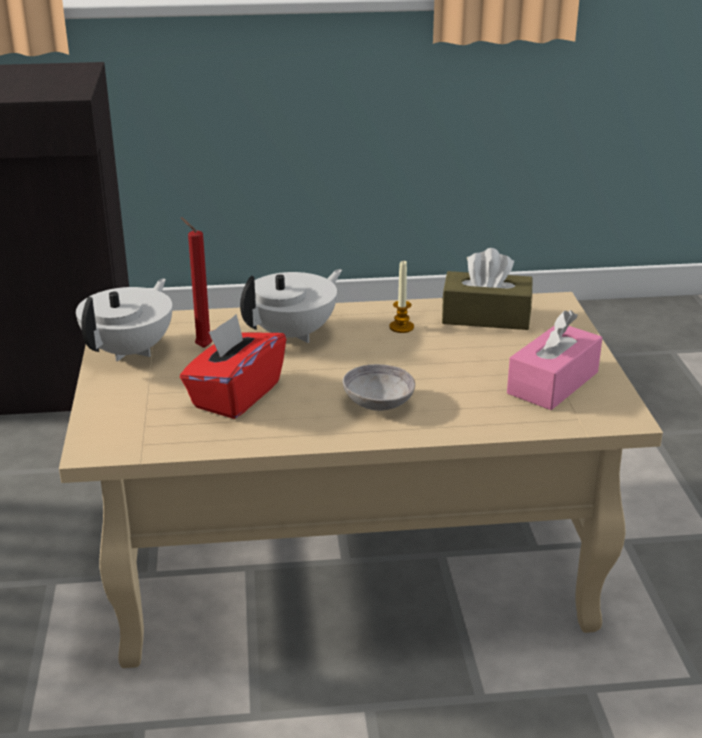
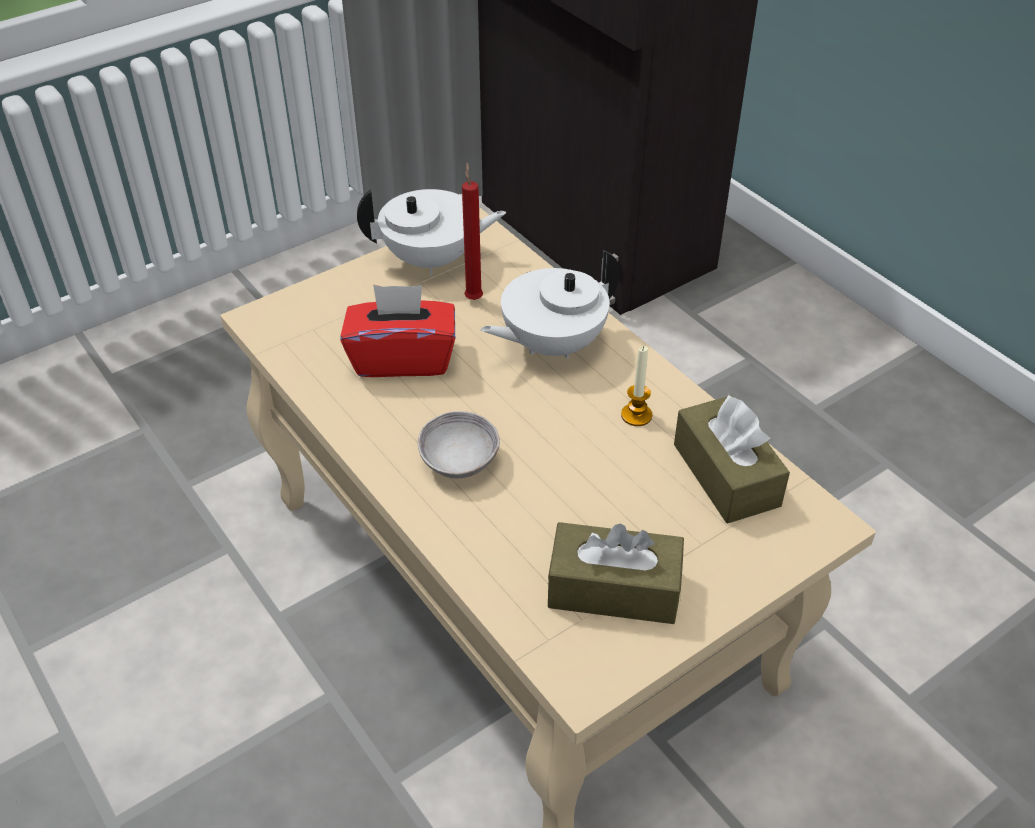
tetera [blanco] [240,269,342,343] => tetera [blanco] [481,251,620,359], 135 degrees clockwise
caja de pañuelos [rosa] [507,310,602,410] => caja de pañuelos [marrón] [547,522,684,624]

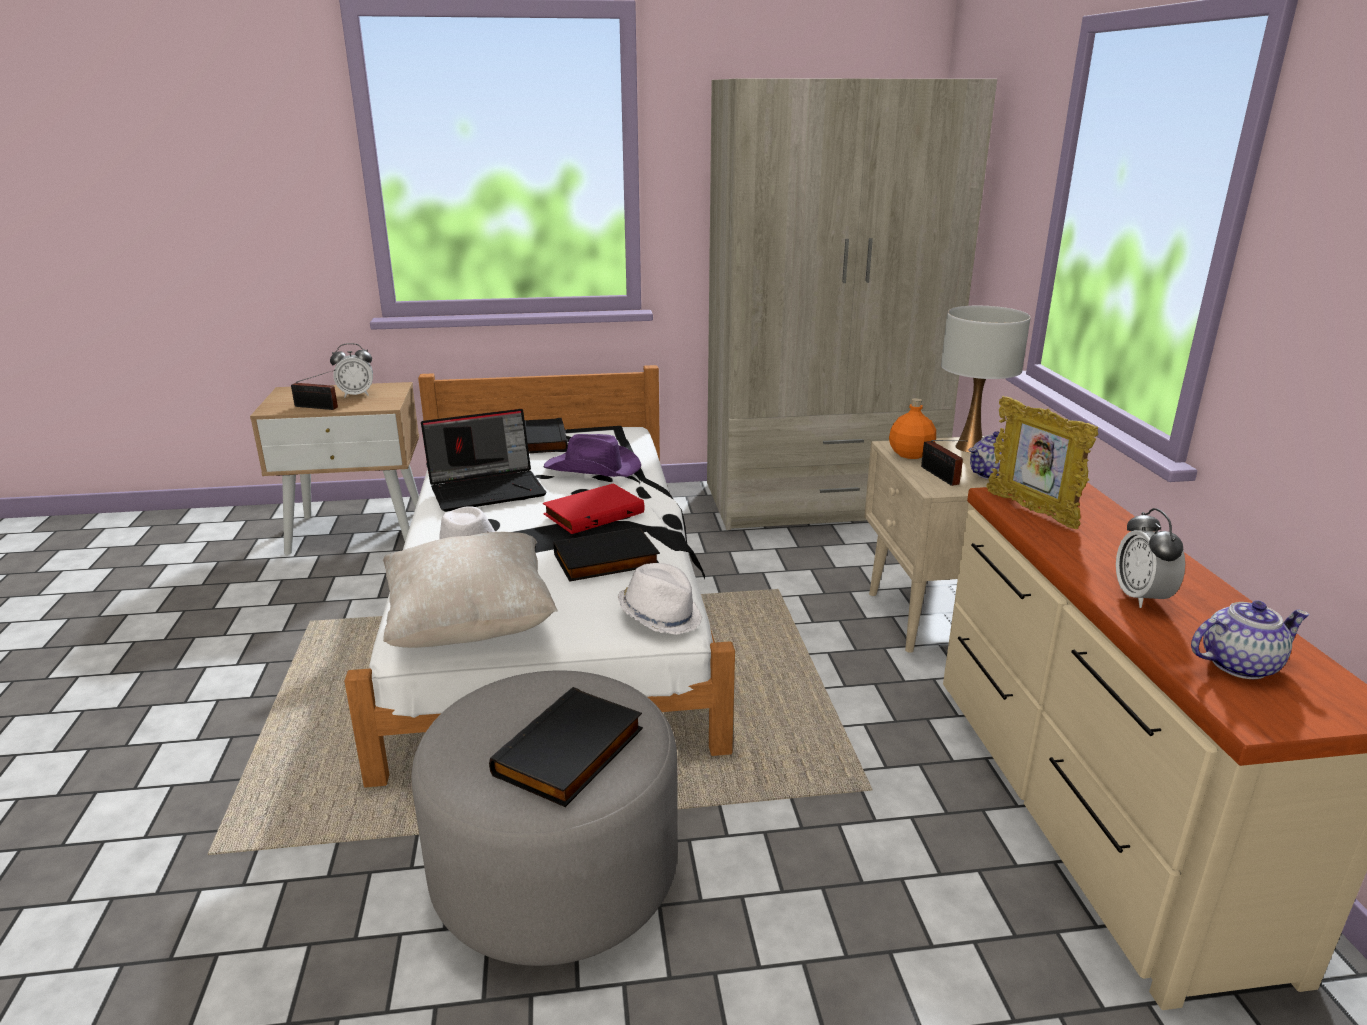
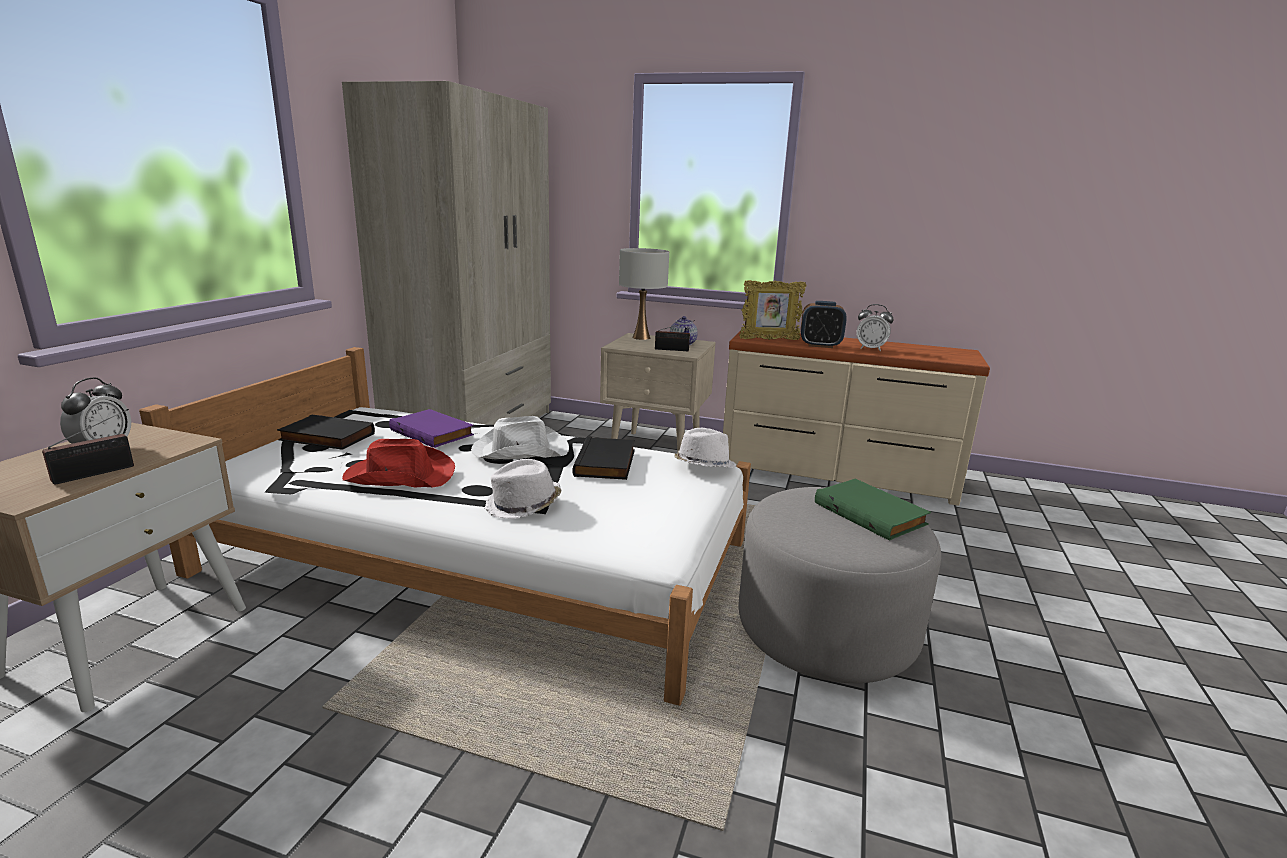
botella [naranja] [889,398,936,459] => nothing
portátil [421,409,546,512] => sombrero [rojo] [342,439,455,487]
sombrero [morado] [544,434,641,477] => libro [morado] [389,409,474,448]
libro [rojo] [543,483,644,534] => sombrero [blanco] [471,416,569,459]
cojín [beis] [383,532,558,648] => nothing
tetera [1191,601,1310,679] => nothing
libro [negro] [489,687,643,807] => libro [verde] [815,478,931,541]
nothing => despertador [801,301,847,348]

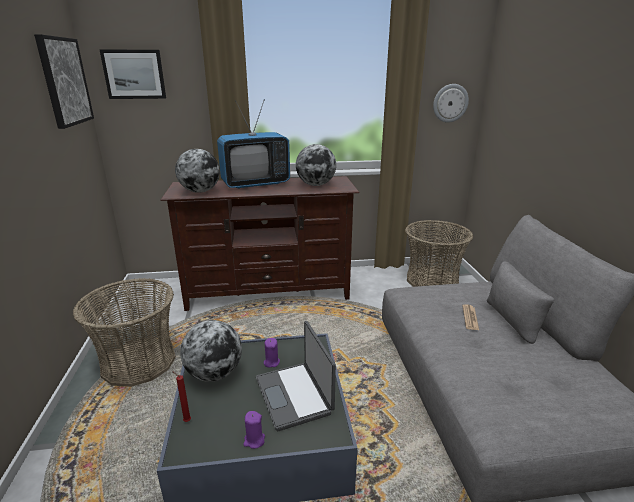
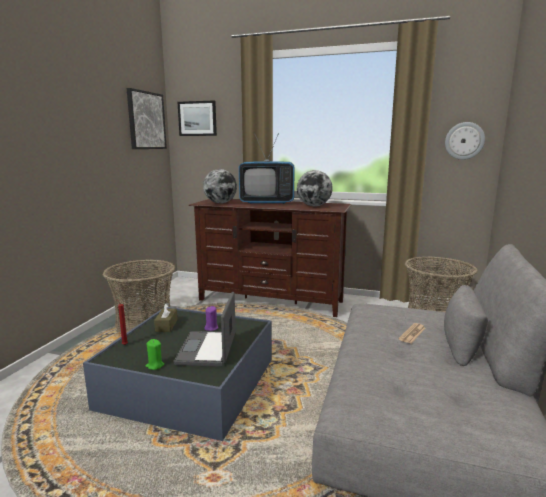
globo terráqueo [180,320,242,382] => caja de pañuelos [marrón] [154,303,178,332]
vela [morado] [244,411,265,449] => vela [verde] [146,339,164,370]

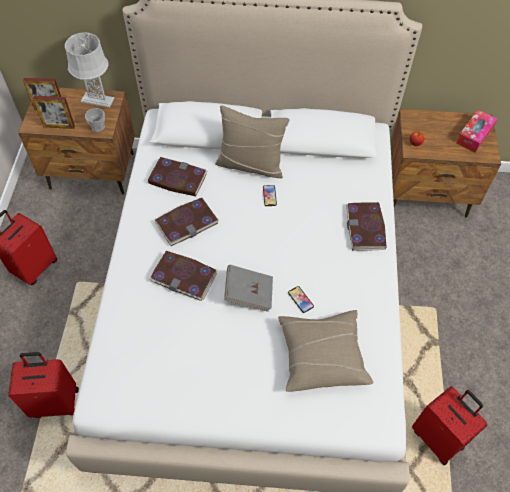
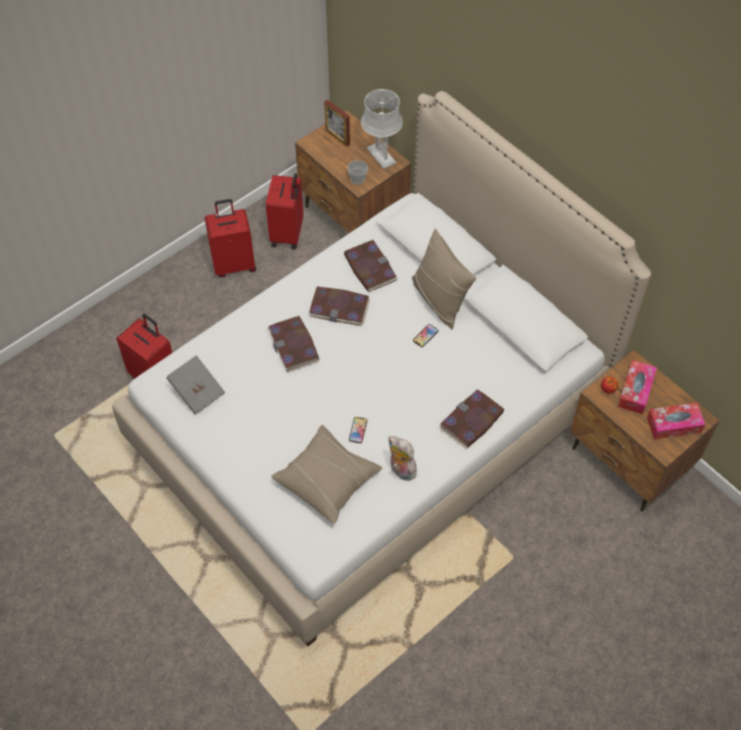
portarretratos [33,96,75,129] => nothing
libro [gris] [224,265,273,312] => libro [gris] [166,355,225,415], moved
maleta [rojo] [412,386,487,465] => maleta [rojo] [266,173,304,250], moved
nothing => caja de pañuelos [618,360,657,414]
nothing => peluche [389,436,417,481]

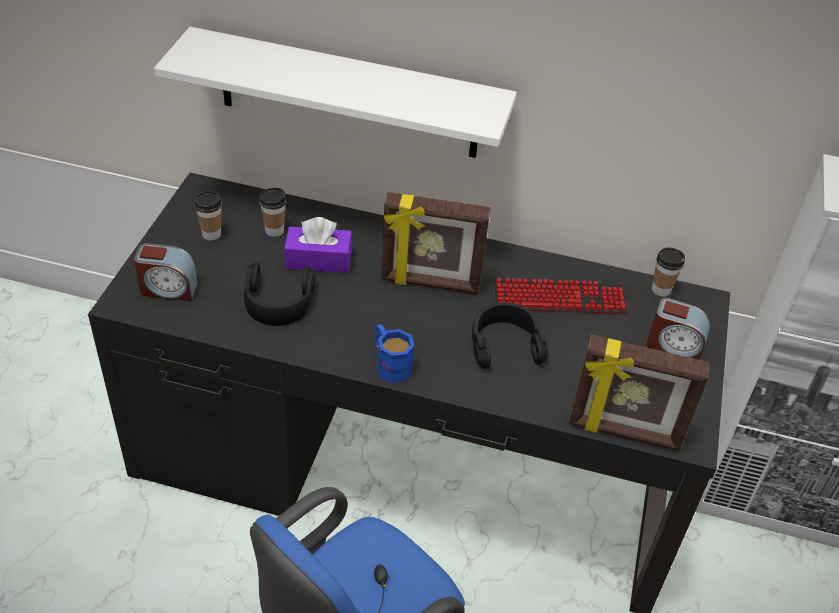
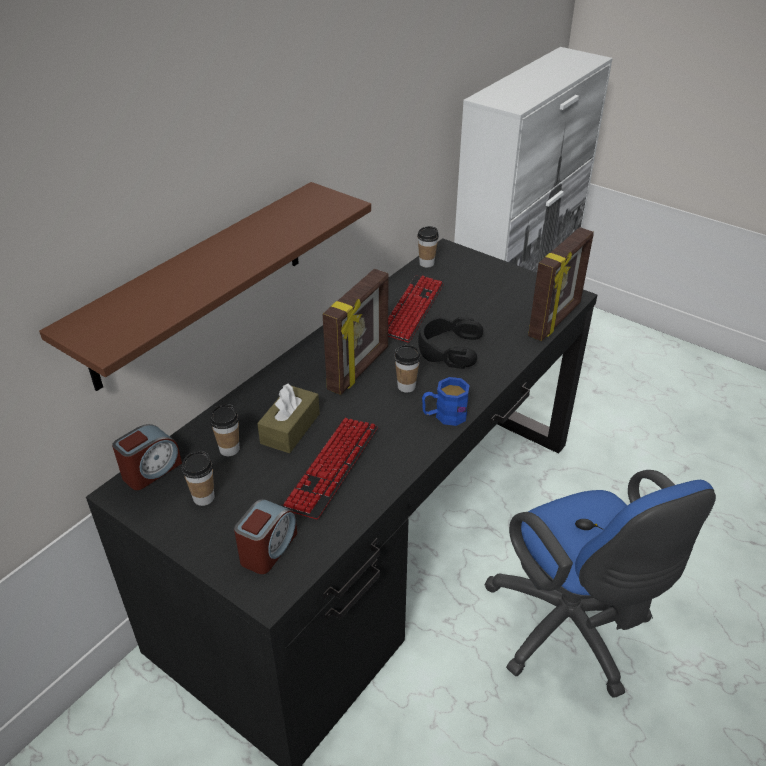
estante [blanco] [154,27,517,158] => estante [marrón] [39,182,371,391]
caja de pañuelos [morado] [284,217,352,273] => caja de pañuelos [marrón] [257,383,320,453]
auriculares [negro] [244,262,316,326] => teclado [282,418,378,519]
despertador [647,298,710,360] => despertador [112,424,182,490], moved
nothing => taza [394,345,421,393]

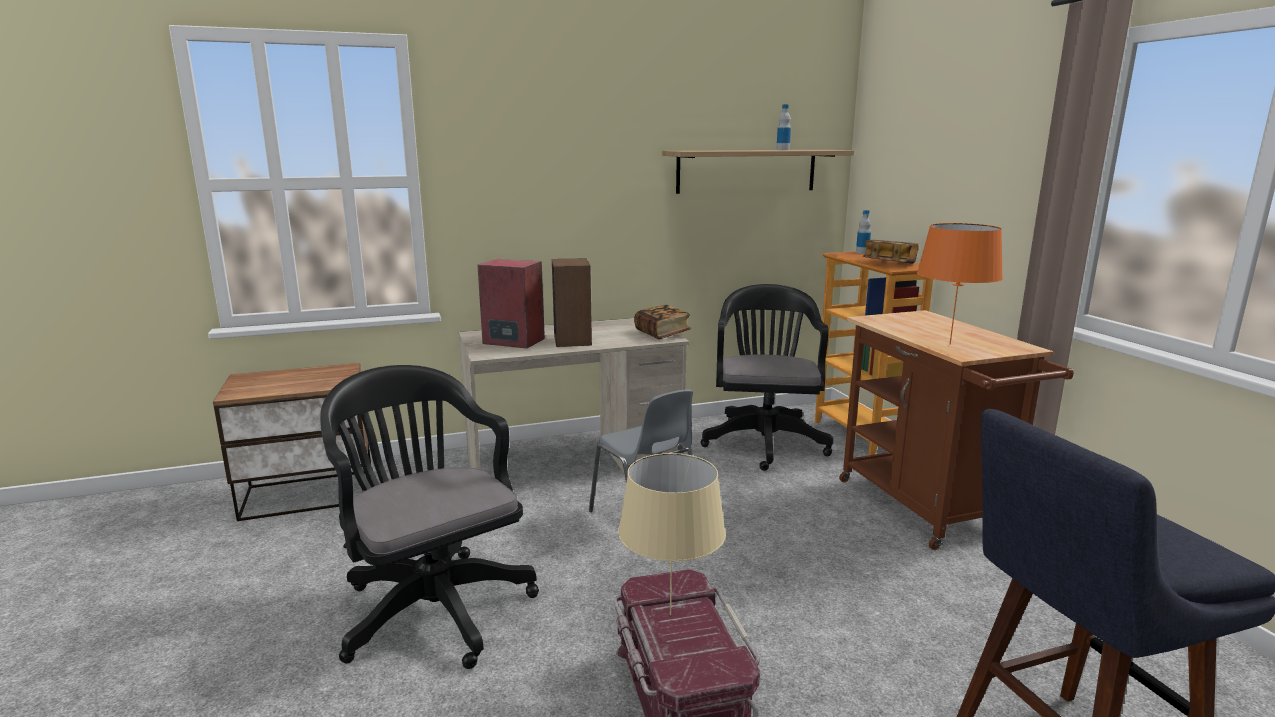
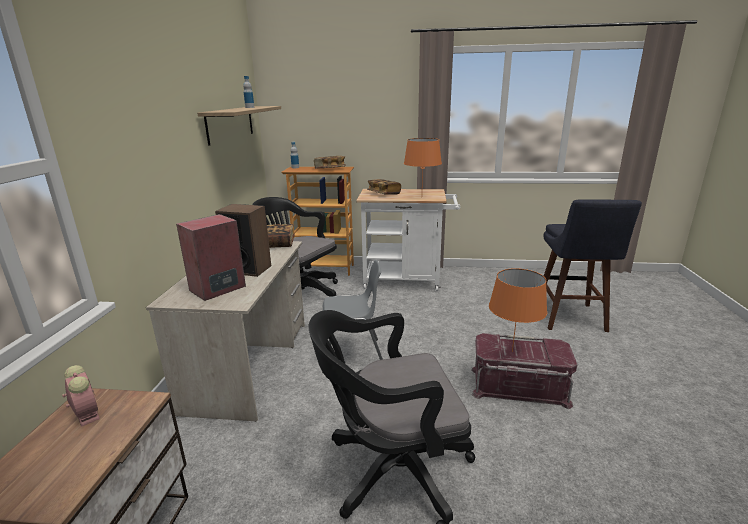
carrito [marrón] [839,310,1074,550] => carrito [blanco] [356,189,460,291]
lámpara de mesa [beis] [618,453,726,615] => lámpara de mesa [naranja] [489,268,547,352]
nothing => libro [367,179,401,195]
nothing => despertador [62,365,100,427]

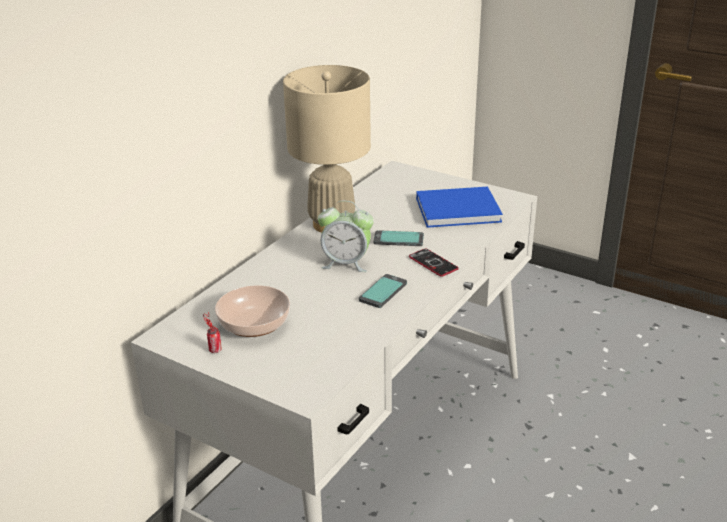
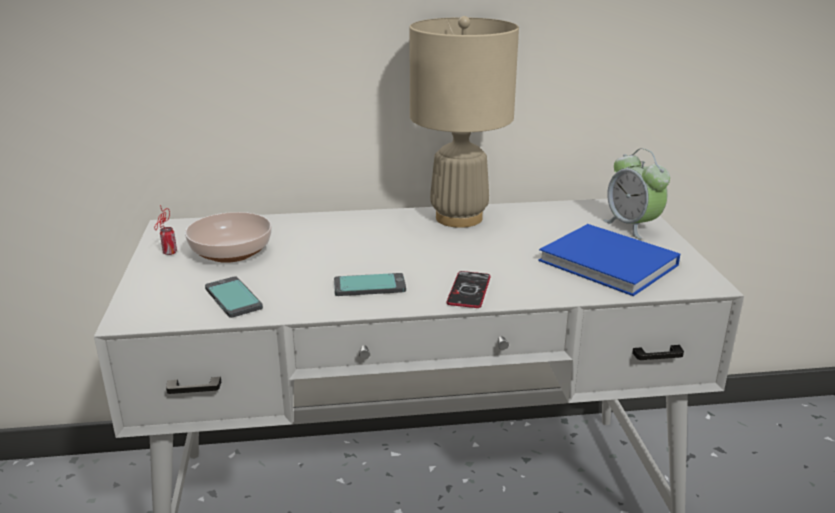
despertador [318,201,374,272] => despertador [603,148,670,239], moved
móvil [373,230,424,246] => móvil [205,277,263,318], moved

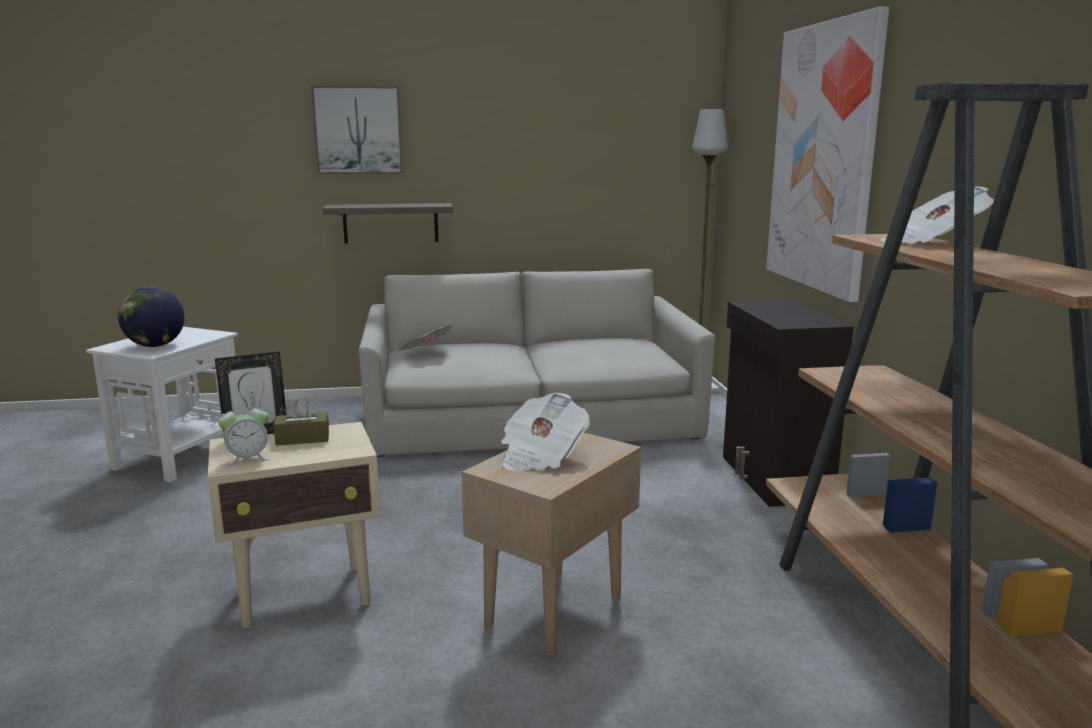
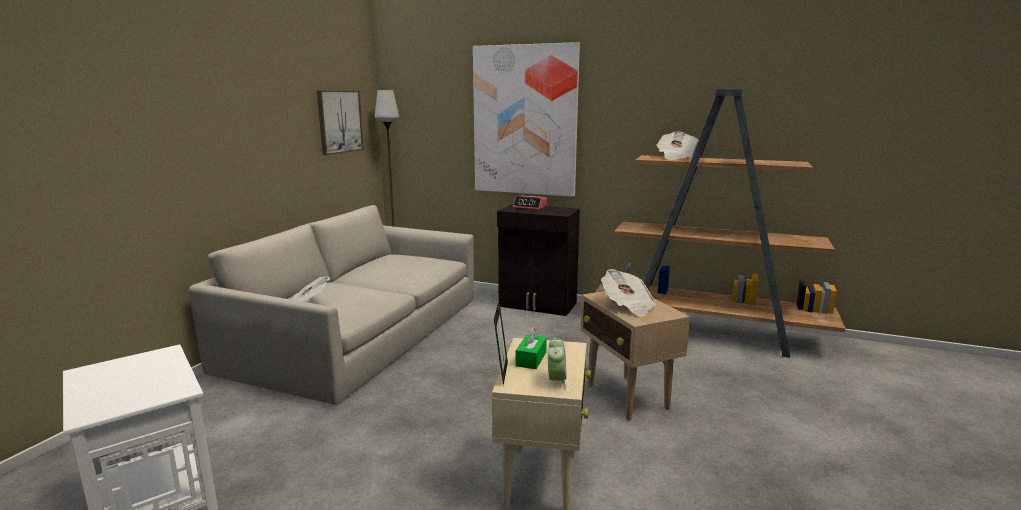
cuadro [311,86,403,174] => cuadro [317,90,364,155], moved
estante [323,203,453,243] => nothing
globo terráqueo [118,287,185,347] => nothing
caja de pañuelos [marrón] [274,399,329,446] => caja de pañuelos [verde] [516,328,547,369]
nothing => despertador [513,196,547,210]

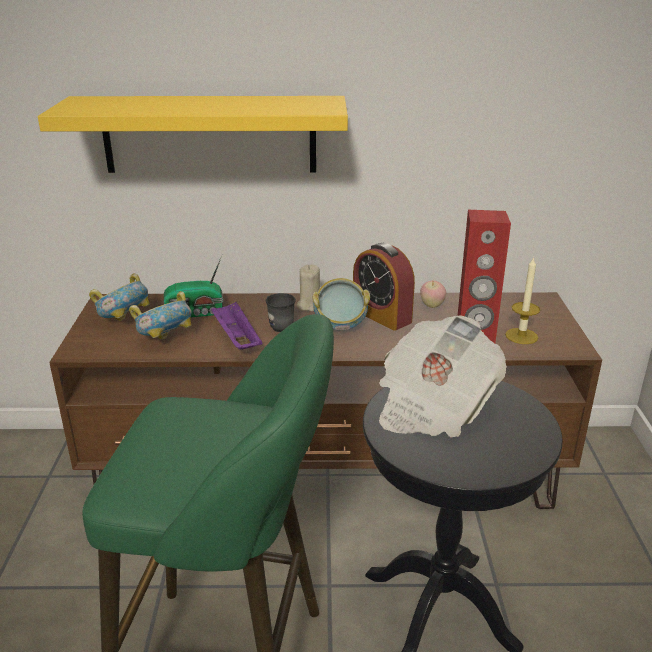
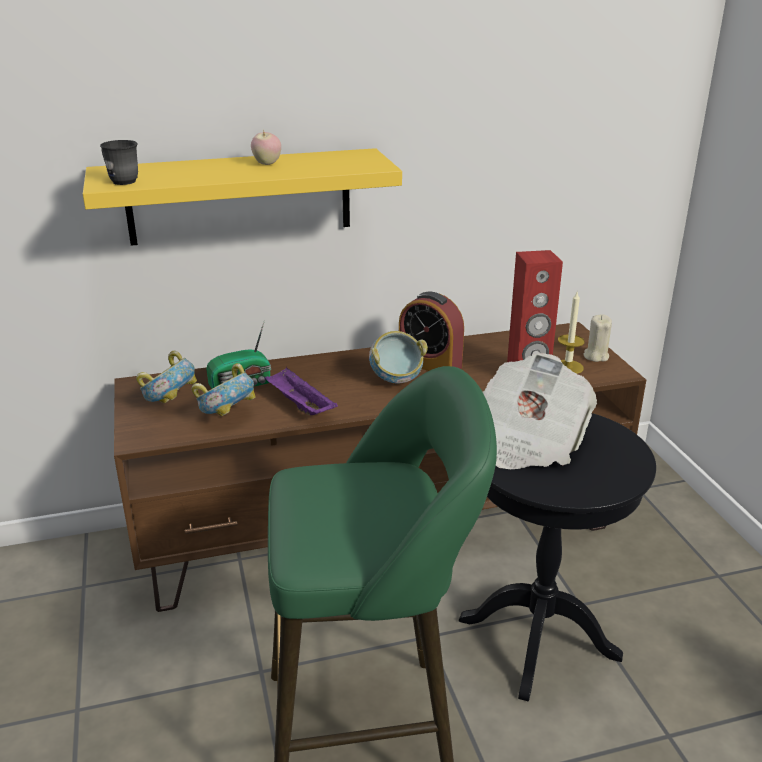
vela [beis] [297,265,320,311] => vela [beis] [583,314,612,362], moved
manzana [420,281,446,308] => manzana [251,130,281,165], moved
taza grande [gris] [266,293,296,332] => taza grande [gris] [100,140,138,185], moved

